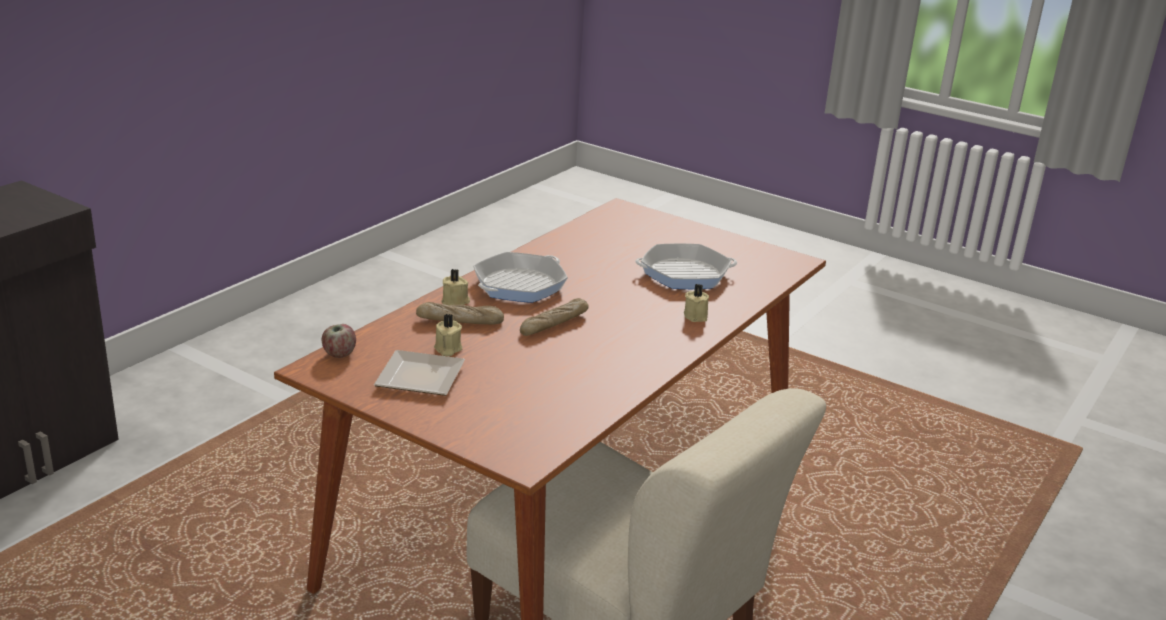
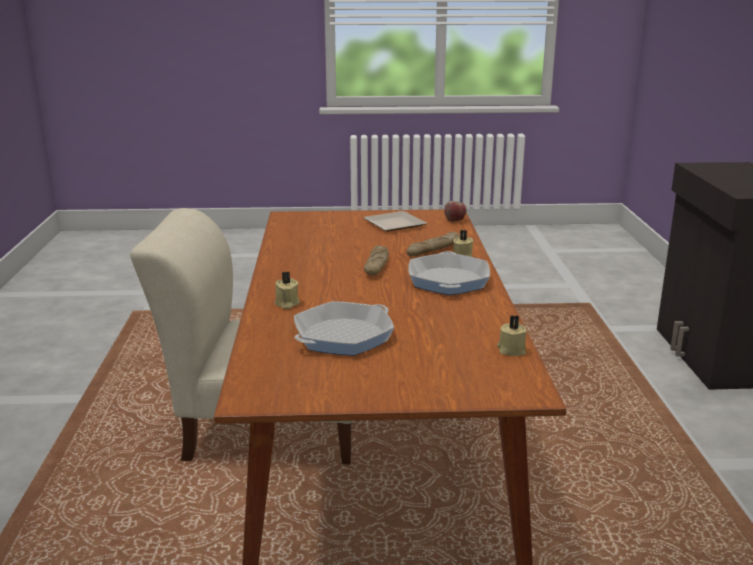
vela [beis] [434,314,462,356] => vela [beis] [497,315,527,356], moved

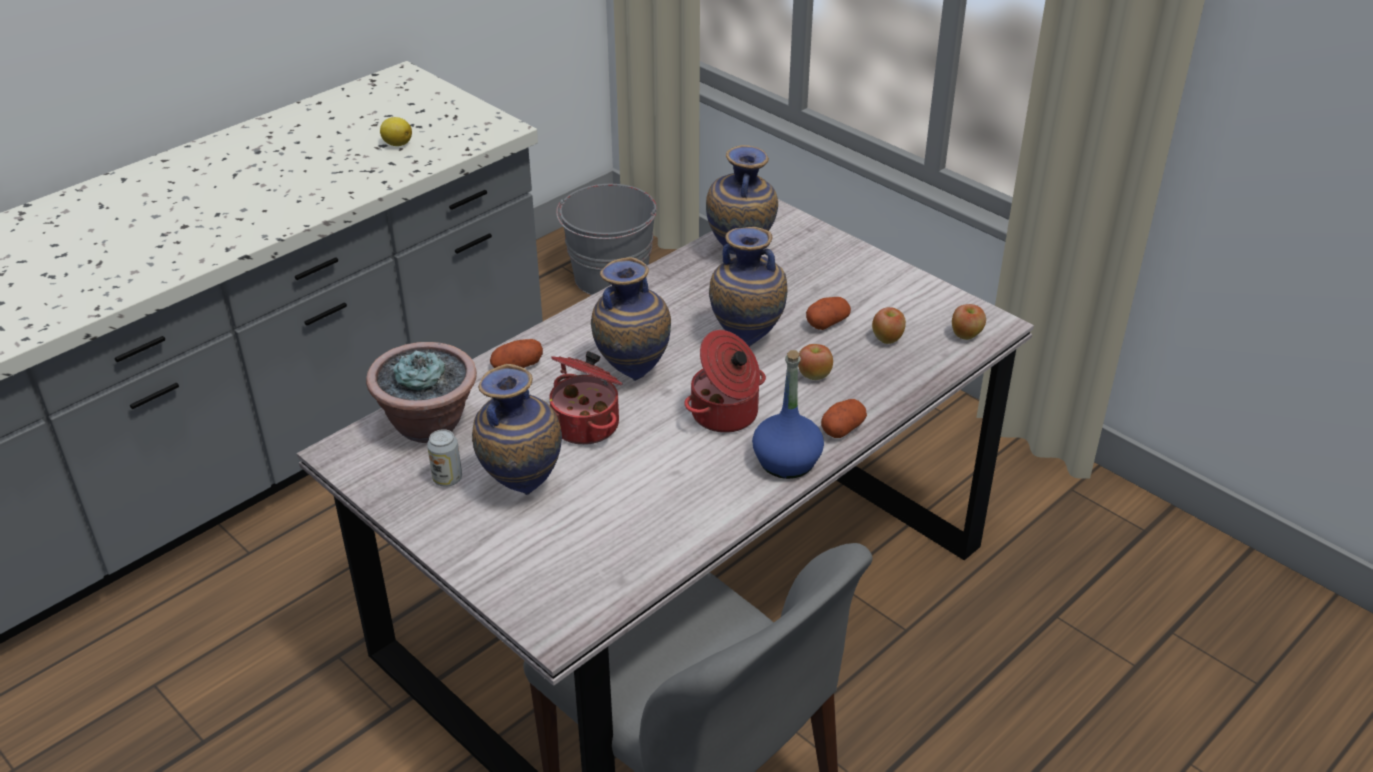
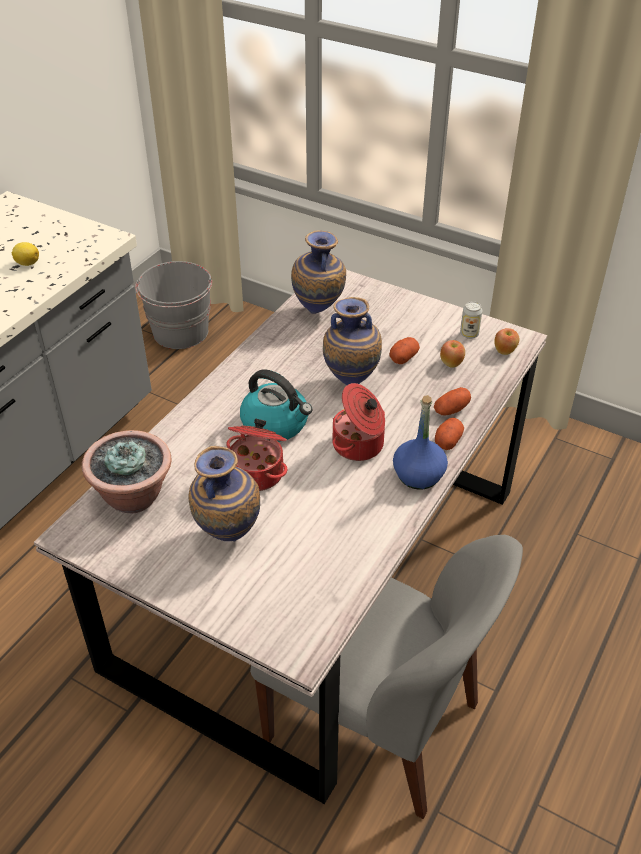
florero [591,257,671,381] => hervidor [240,369,312,442]
patata [490,339,543,368] => patata [434,387,471,416], moved
manzana [798,344,833,380] => nothing
lata [427,429,462,487] => lata [460,301,482,339], moved

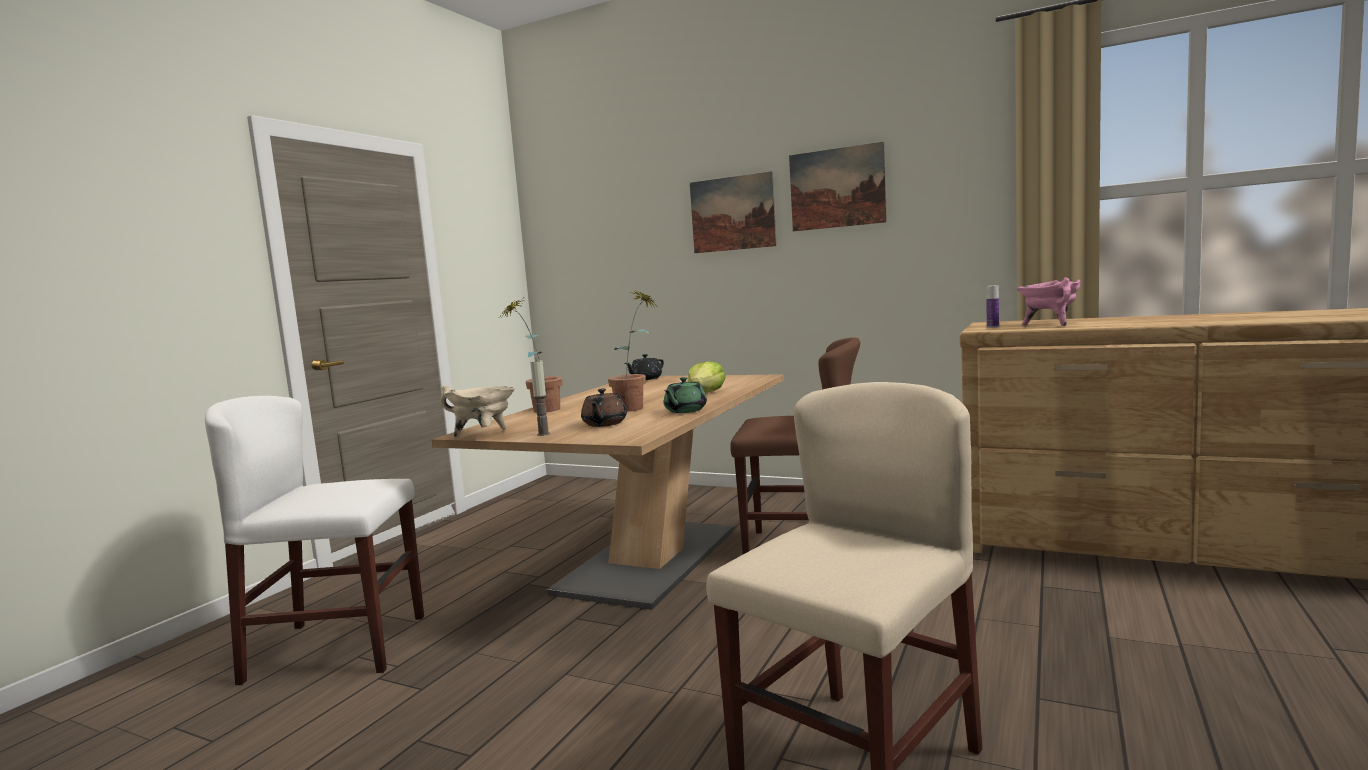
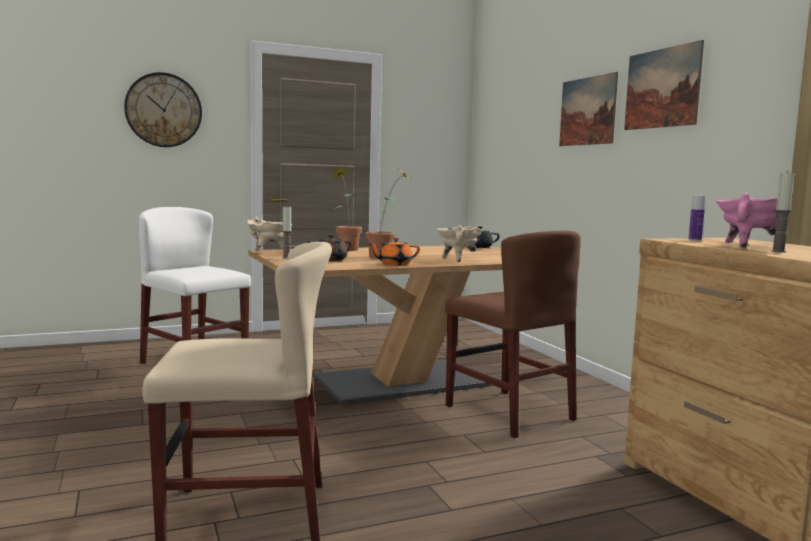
lechuga [688,361,726,392] => olla [beis] [437,225,483,263]
tetera [verde] [664,377,707,413] => tetera [naranja] [369,238,420,265]
nothing => reloj de pared [124,72,202,147]
nothing => vela [771,171,794,253]

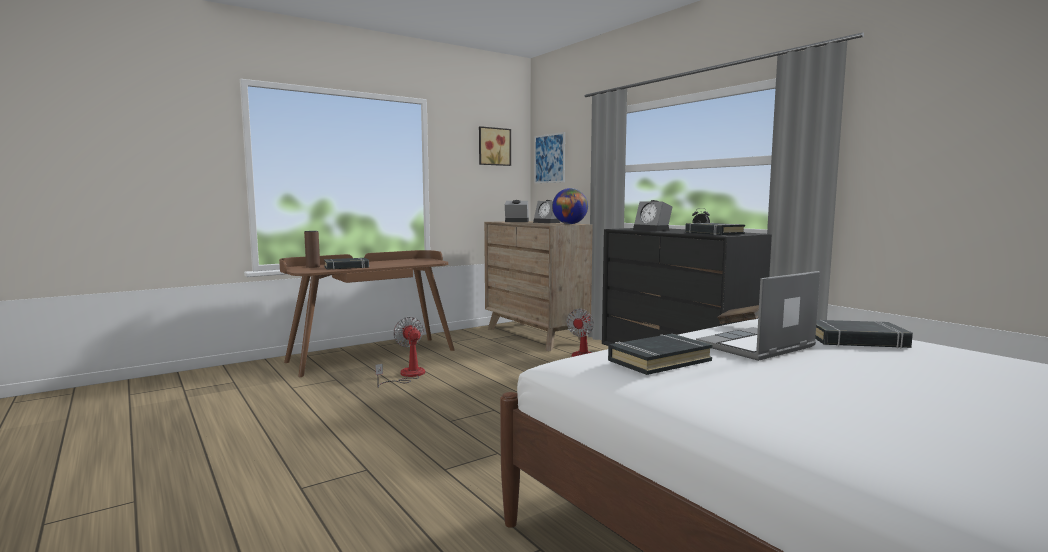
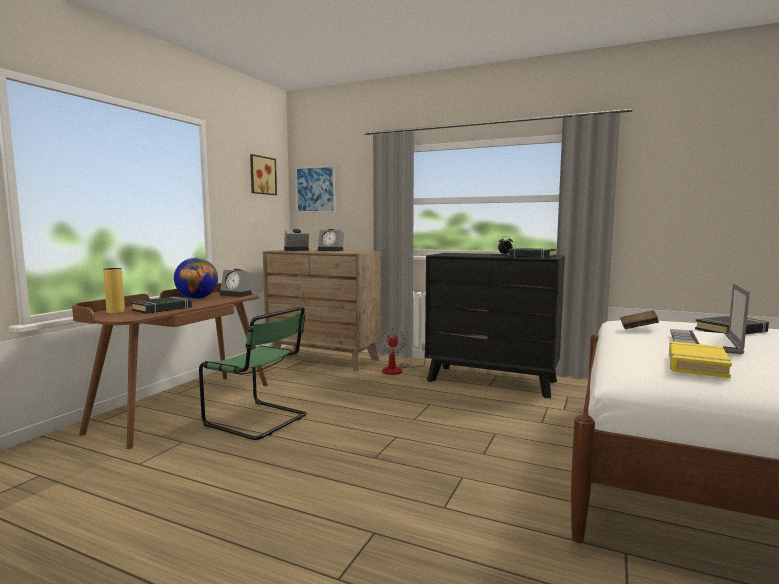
globo terráqueo [552,188,588,224] => globo terráqueo [174,258,218,299], moved
despertador [633,200,672,231] => despertador [219,269,254,297], moved
florero [marrón] [304,231,320,268] => florero [amarillo] [103,268,125,313]
ventilador [375,317,425,388] => silla [verde] [199,307,307,440]
libro [negro] [608,334,713,375] => libro [amarillo] [669,342,732,378]

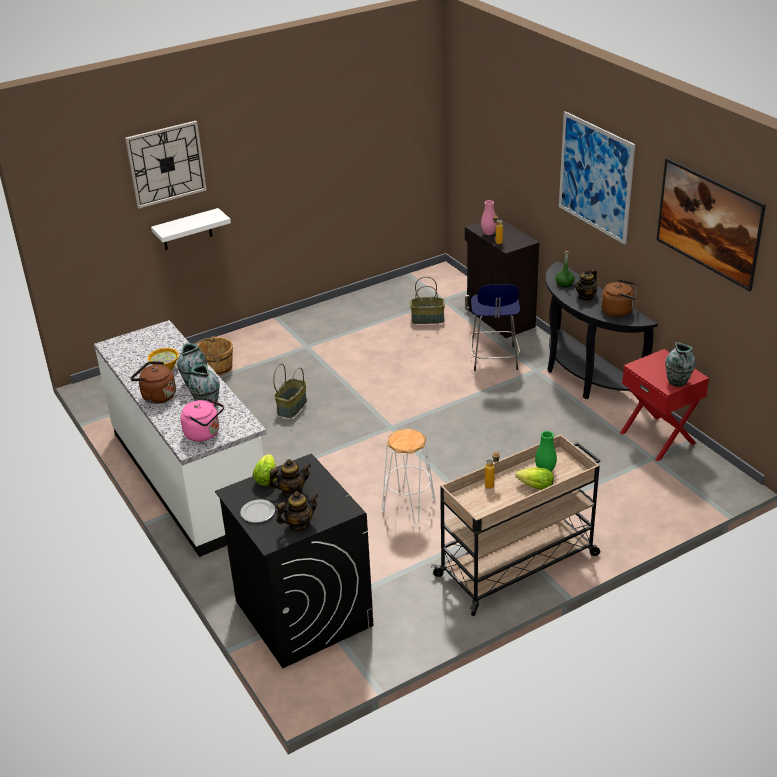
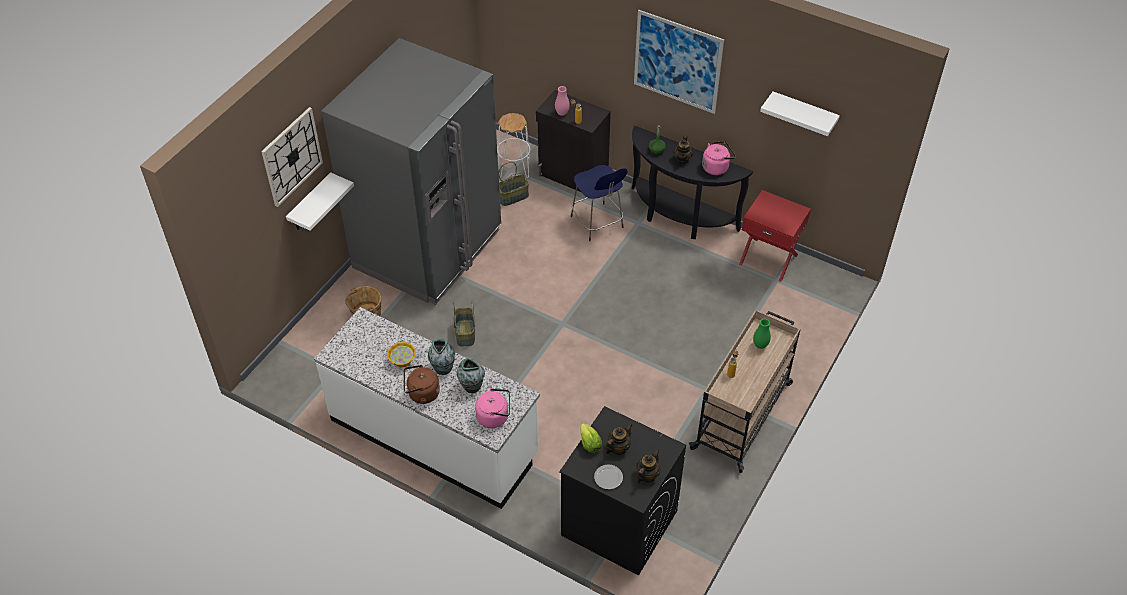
cuadro [657,158,766,292] => estante [blanco] [760,91,840,136]
hervidor [marrón] [601,279,637,317] => hervidor [rosa] [702,141,736,175]
florero [665,342,696,387] => nothing
taburete [blanco] [382,429,436,524] => taburete [blanco] [497,113,530,178], moved
lechuga [516,467,554,490] => nothing
nothing => nevera [gris] [321,38,501,305]

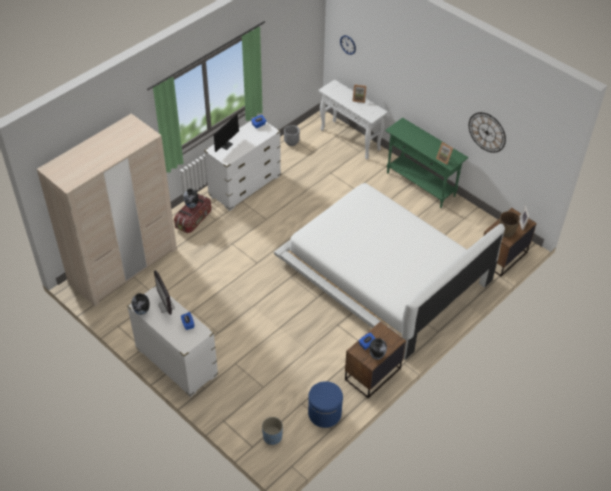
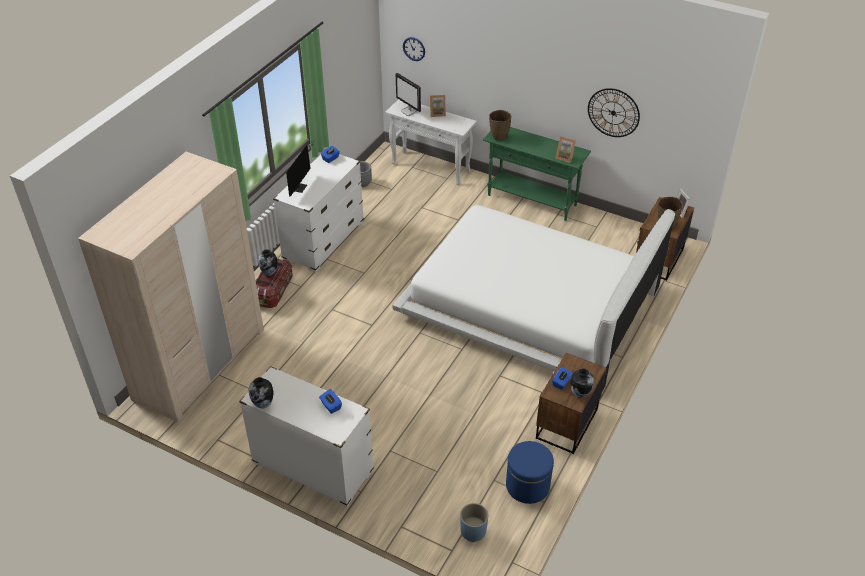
monitor [154,270,175,315] => monitor [396,73,421,116], moved
nothing => florero [marrón] [489,110,511,141]

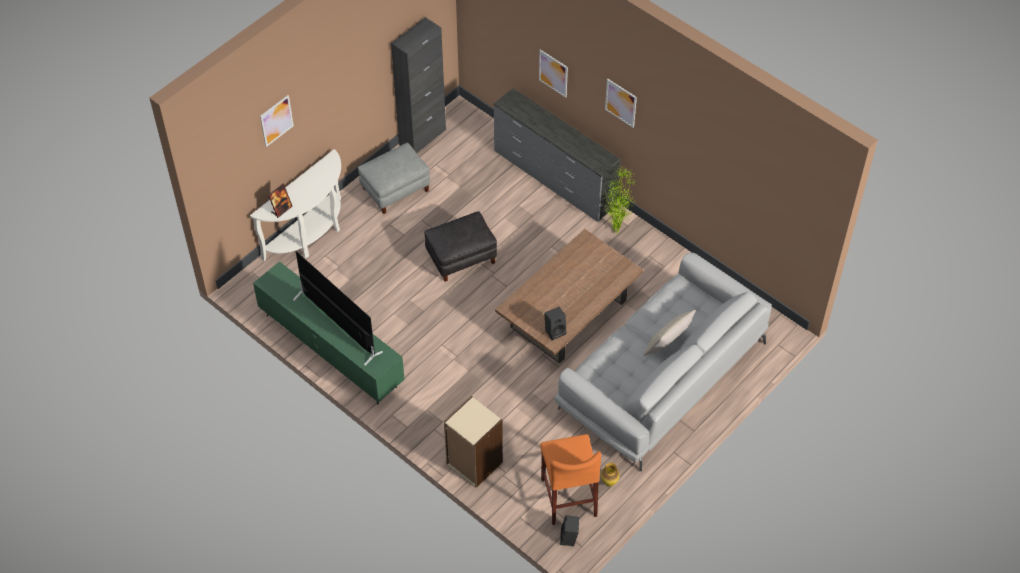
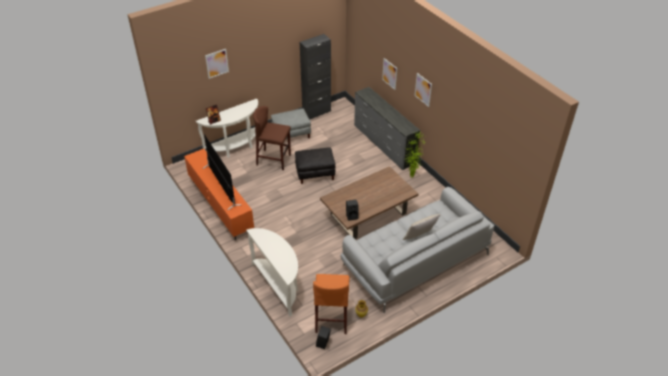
mueble de televisión [verde] [253,261,405,405] => mueble de televisión [naranja] [184,149,254,240]
estantería [beis] [444,396,503,488] => mesa consola [blanco] [246,228,298,317]
nothing => taburete [marrón] [253,106,291,170]

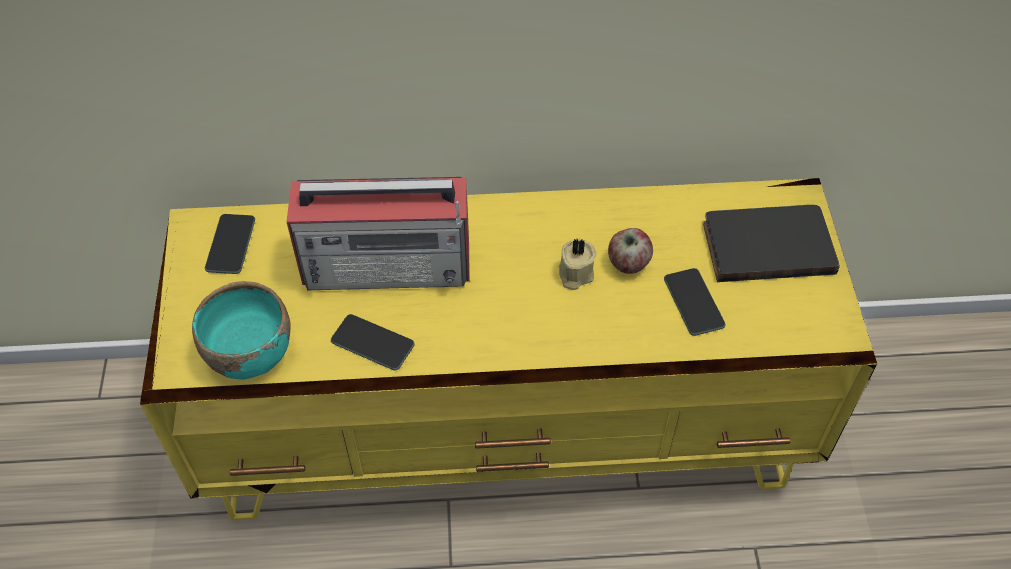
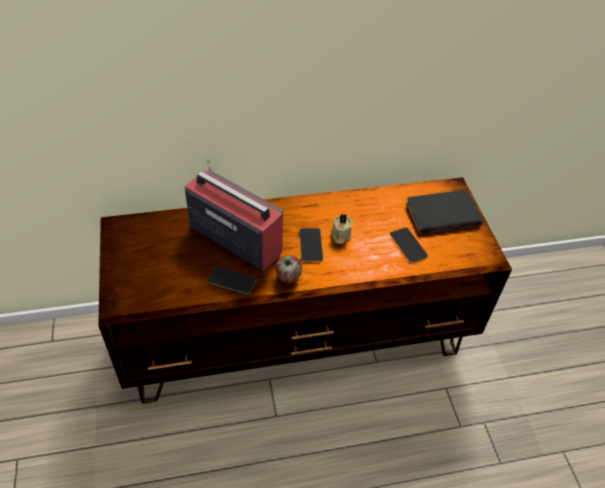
radio [287,177,470,290] => radio [185,158,283,271], 135 degrees counterclockwise
mueble de televisión [amarillo] [140,178,877,520] => mueble de televisión [marrón] [98,177,512,404]
móvil [205,214,255,274] => móvil [300,228,323,262], moved
manzana [608,228,653,274] => manzana [275,255,302,283], moved
cuenco [turquesa] [192,281,291,379] => nothing

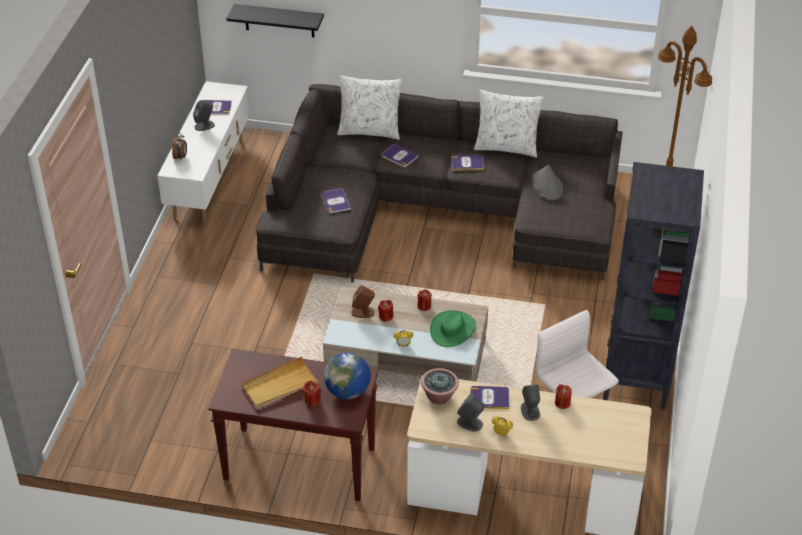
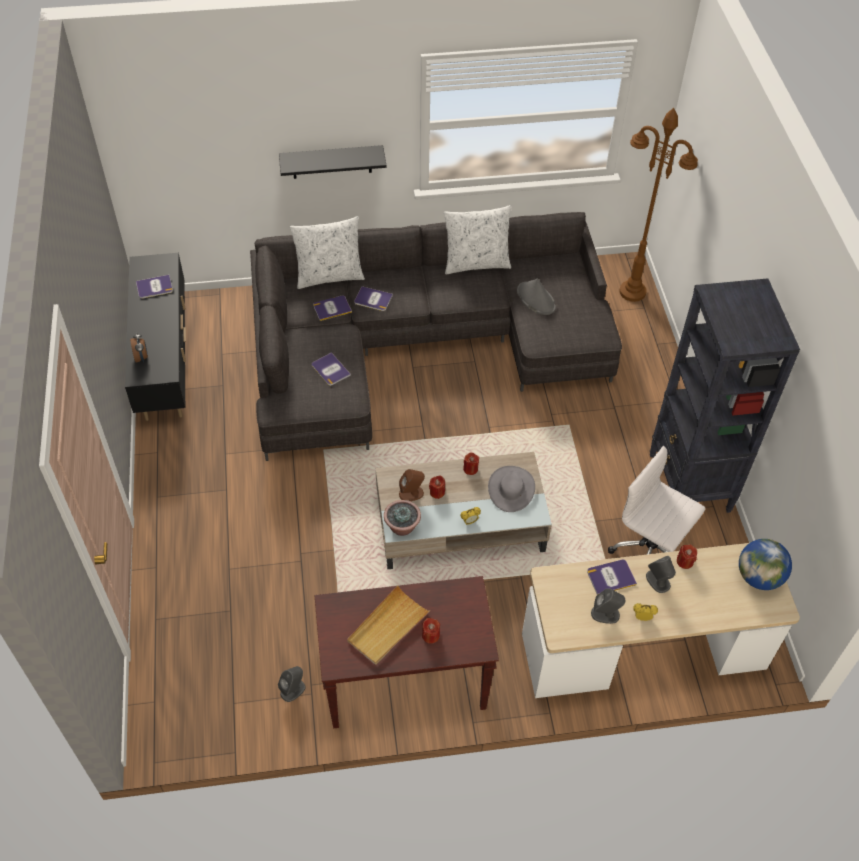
estante [negro] [226,4,324,38] => estante [negro] [279,145,387,179], moved
mueble de televisión [blanco] [158,81,250,222] => mueble de televisión [negro] [125,253,186,421]
altavoz [gris] [193,100,215,131] => altavoz [gris] [278,666,306,702], moved
libro [452,155,484,171] => libro [313,295,352,321], moved
sombrero [verde] [430,310,476,347] => sombrero [gris] [488,466,535,512]
globo terráqueo [324,352,371,399] => globo terráqueo [739,539,792,590], moved
planta en maceta [421,368,459,405] => planta en maceta [384,500,421,536], moved

